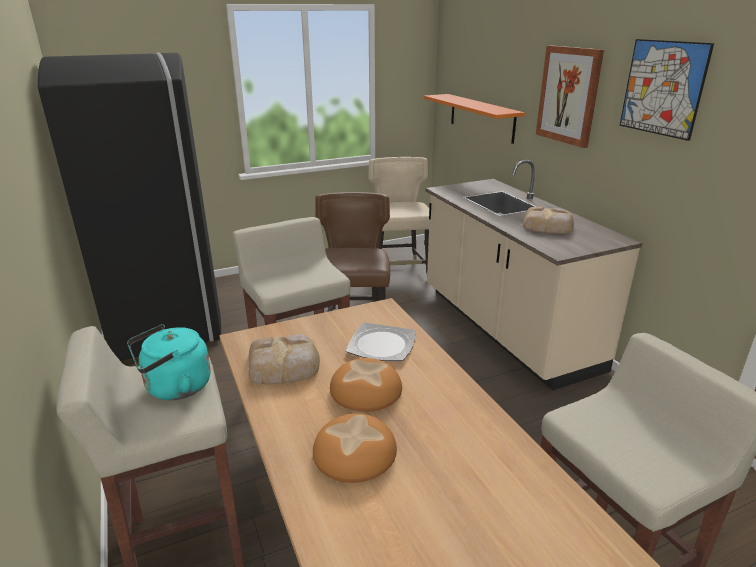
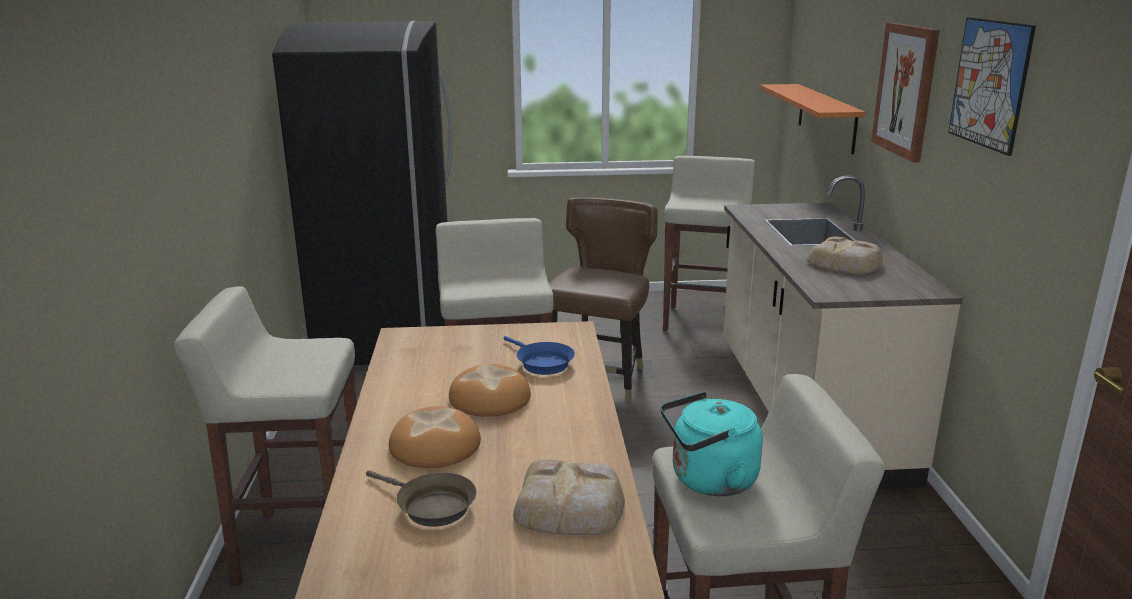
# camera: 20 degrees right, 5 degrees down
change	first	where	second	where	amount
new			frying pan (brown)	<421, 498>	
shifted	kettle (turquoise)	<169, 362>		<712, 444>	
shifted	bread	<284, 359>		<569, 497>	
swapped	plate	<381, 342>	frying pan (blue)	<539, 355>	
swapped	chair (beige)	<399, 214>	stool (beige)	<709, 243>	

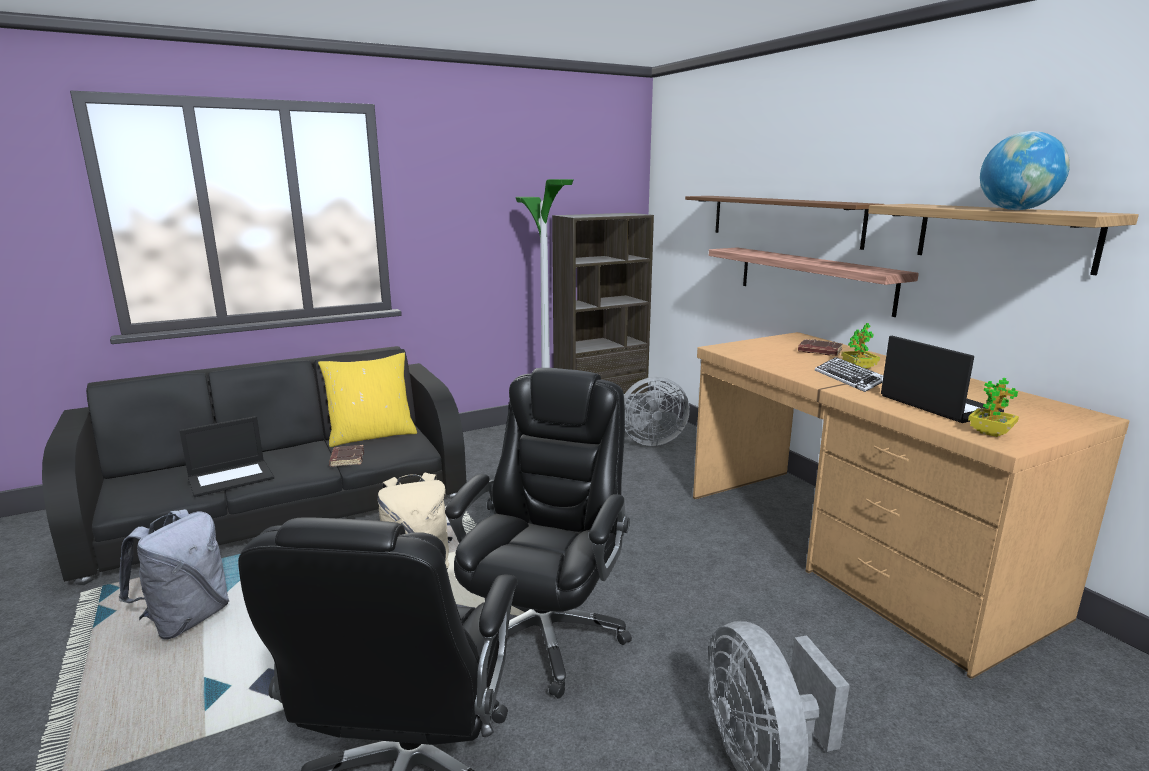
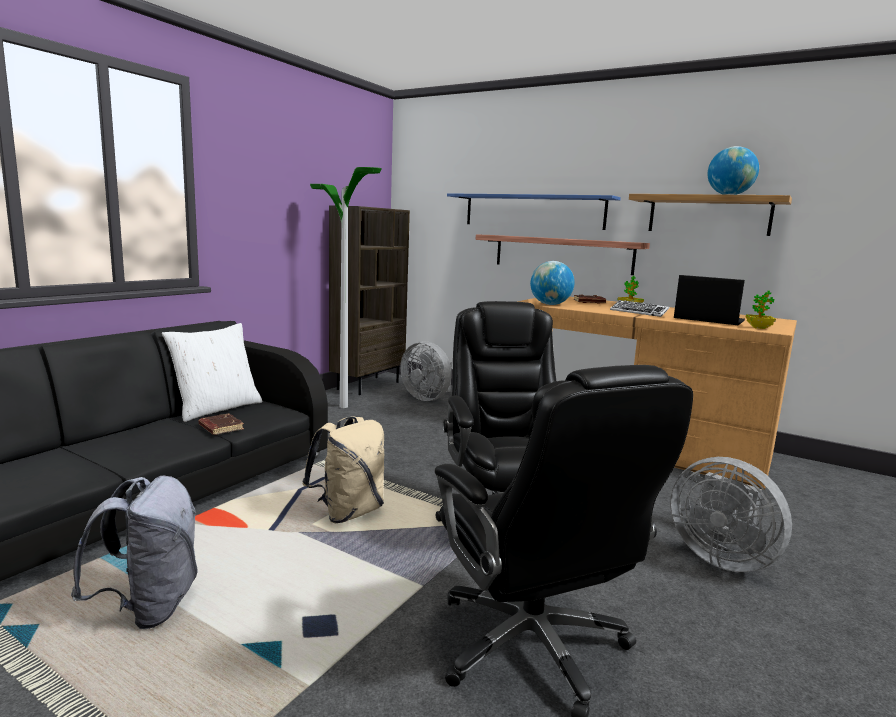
# camera: 30 degrees left, 5 degrees down
change	first	where	second	where	amount
gone	laptop	<226, 456>			
new			globe	<552, 283>	
repainted	pillow (yellow)	<367, 400>	pillow (white)	<212, 372>	
repainted	shelf (brown)	<785, 223>	shelf (blue)	<534, 211>	
rotated	fan (grey)	<657, 411>		<426, 371>	75 degrees clockwise

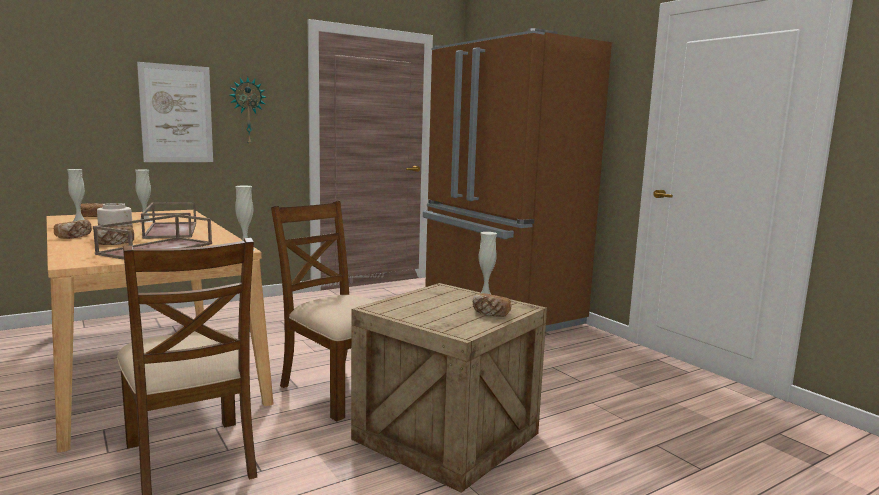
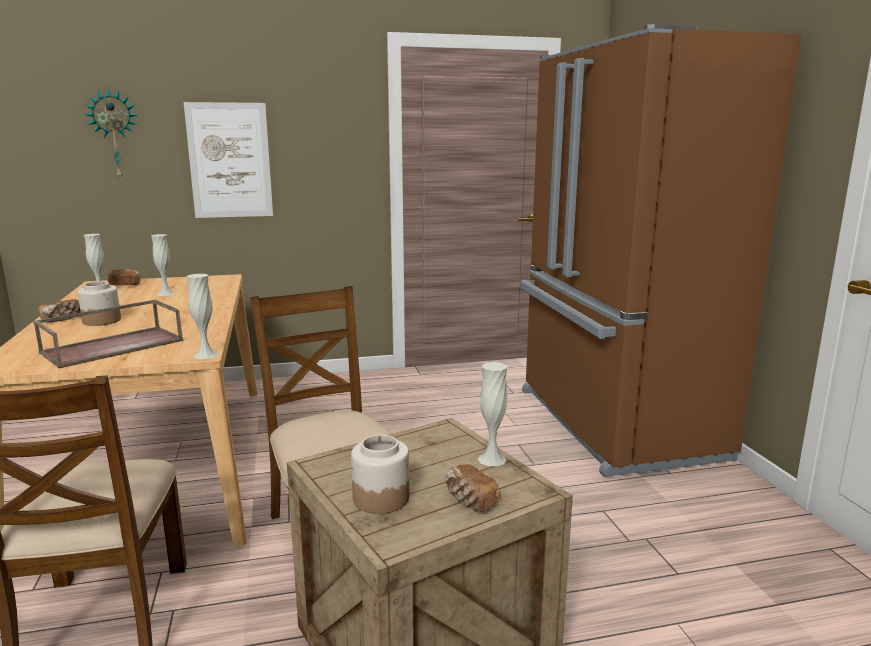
# camera: 20 degrees right, 5 degrees up
change	first	where	second	where	amount
gone	bread	<115, 236>			
gone	tray (brown)	<168, 220>			
new			jar	<380, 474>	
shifted	wall clock	<248, 111>		<111, 134>	

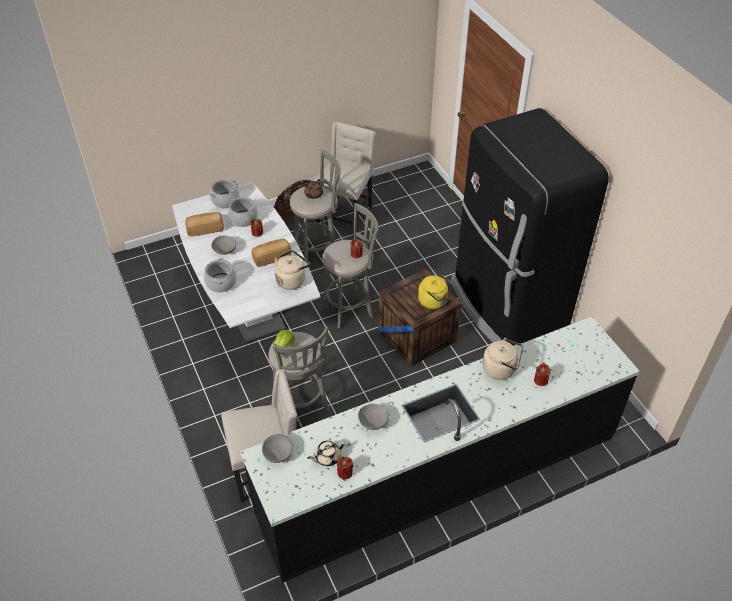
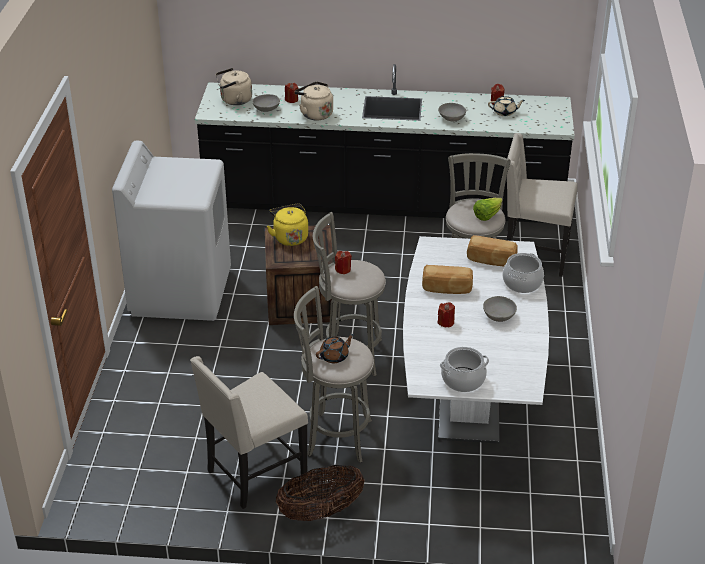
# camera: 150 degrees left, 10 degrees down
change	first	where	second	where	amount
gone	cooking pot	<243, 212>			
shifted	bread	<204, 224>		<492, 250>	
shifted	bowl (grey)	<277, 448>		<266, 103>	
shifted	kettle (beige)	<292, 270>		<234, 86>	
swapped	fridge (black)	<530, 227>	washing machine (white)	<171, 231>	

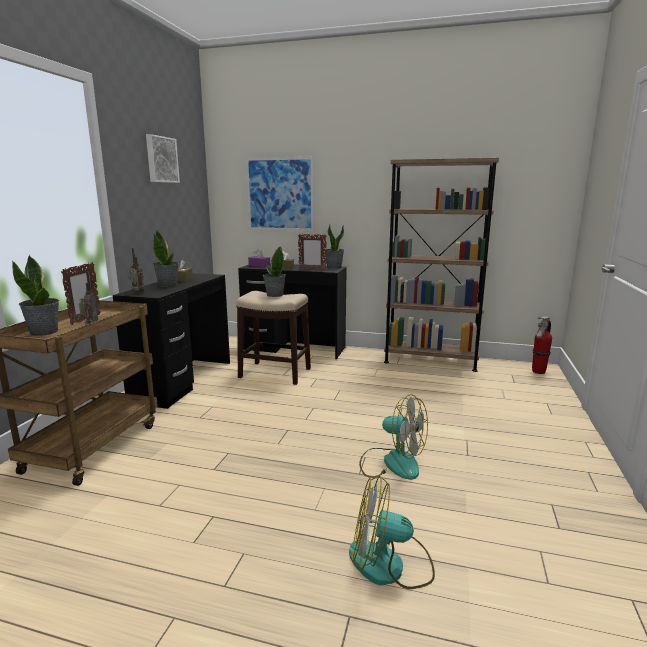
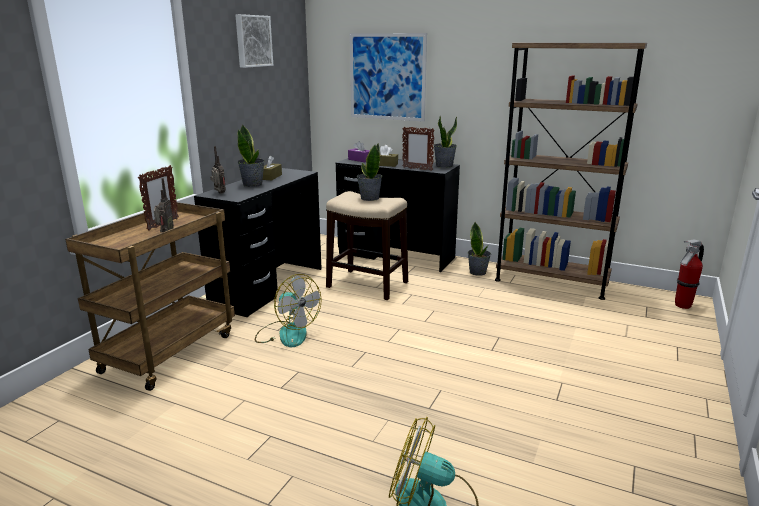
# camera: 10 degrees right, 5 degrees up
change	first	where	second	where	amount
shifted	potted plant	<35, 295>		<479, 249>	
shifted	fan	<393, 437>		<288, 310>	

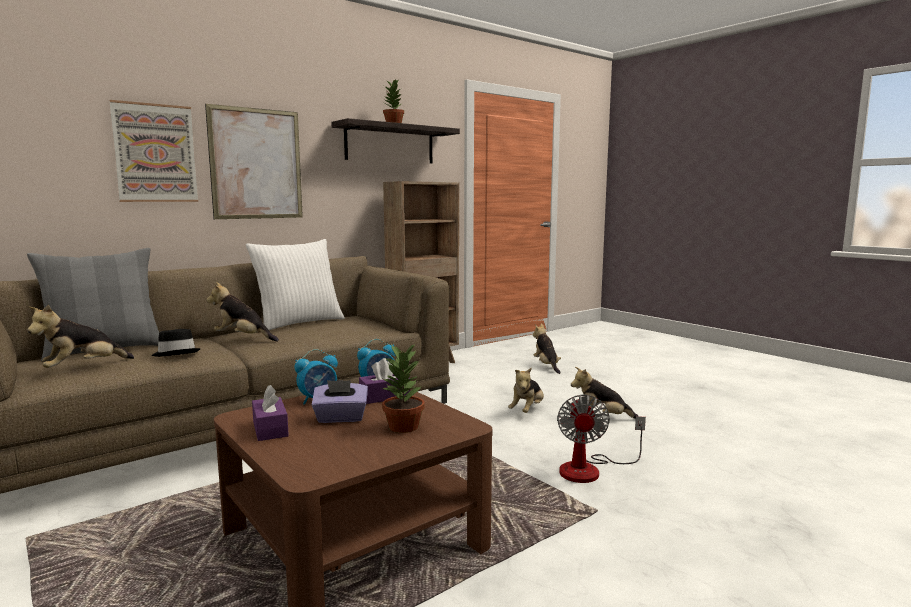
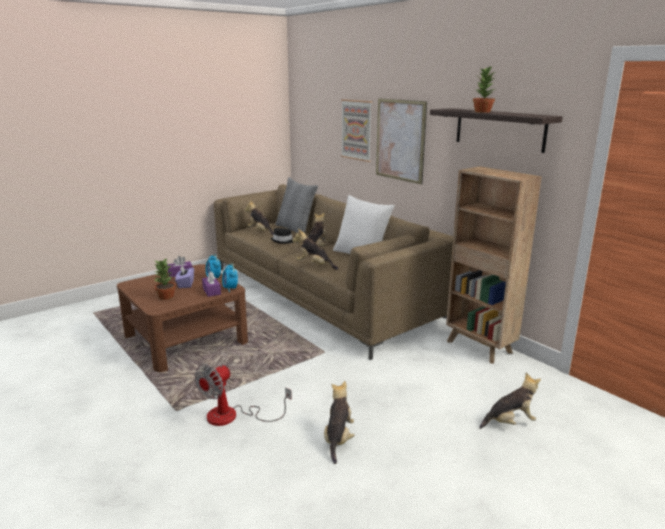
# camera: 90 degrees right, 10 degrees up
change	first	where	second	where	amount
shifted	plush toy	<526, 390>		<315, 249>	
rotated	fan	<601, 438>		<243, 395>	60 degrees counterclockwise

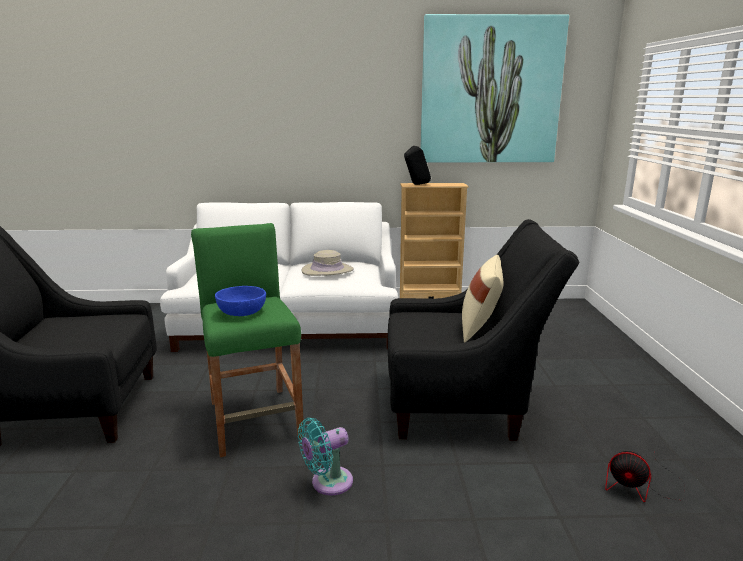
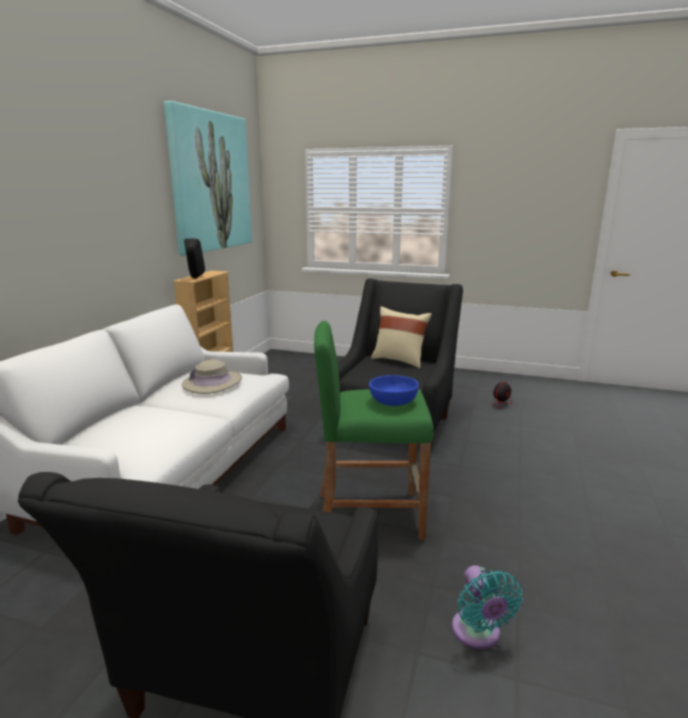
# camera: 70 degrees left, 0 degrees up
change	first	where	second	where	amount
shifted	fan (turquoise)	<325, 456>		<487, 607>	

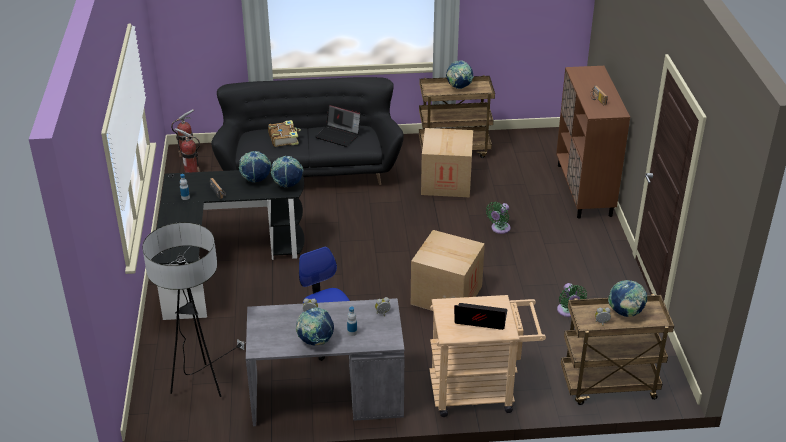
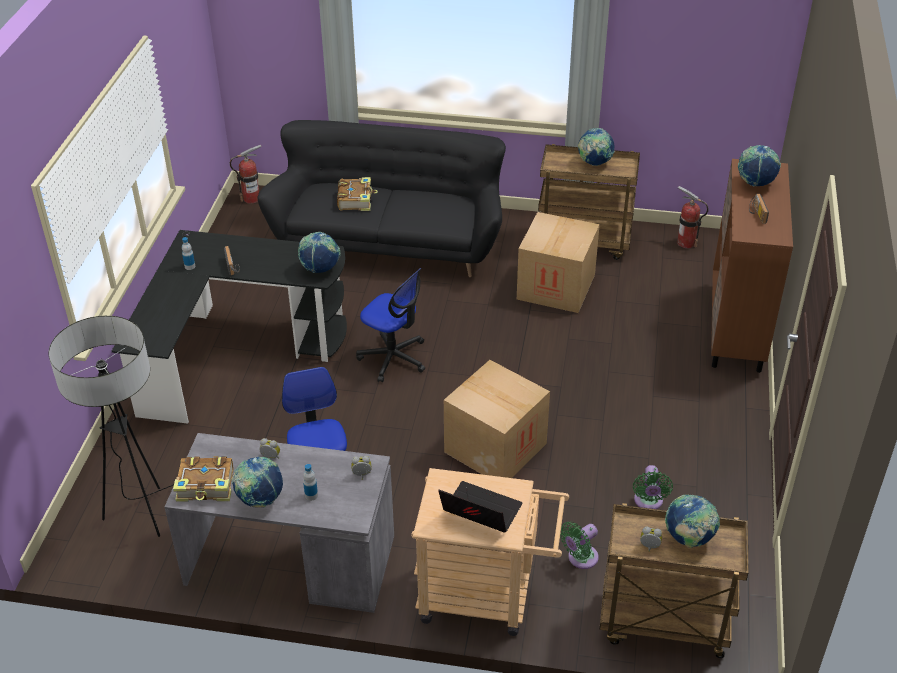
# camera: 15 degrees right, 5 degrees up
change	first	where	second	where	amount
gone	laptop	<338, 125>			
new			book	<203, 479>	
new			office chair	<390, 325>	
shifted	fire extinguisher	<187, 150>		<693, 217>	
shifted	globe	<255, 167>		<759, 165>	
shifted	fan (green)	<498, 218>		<579, 545>	

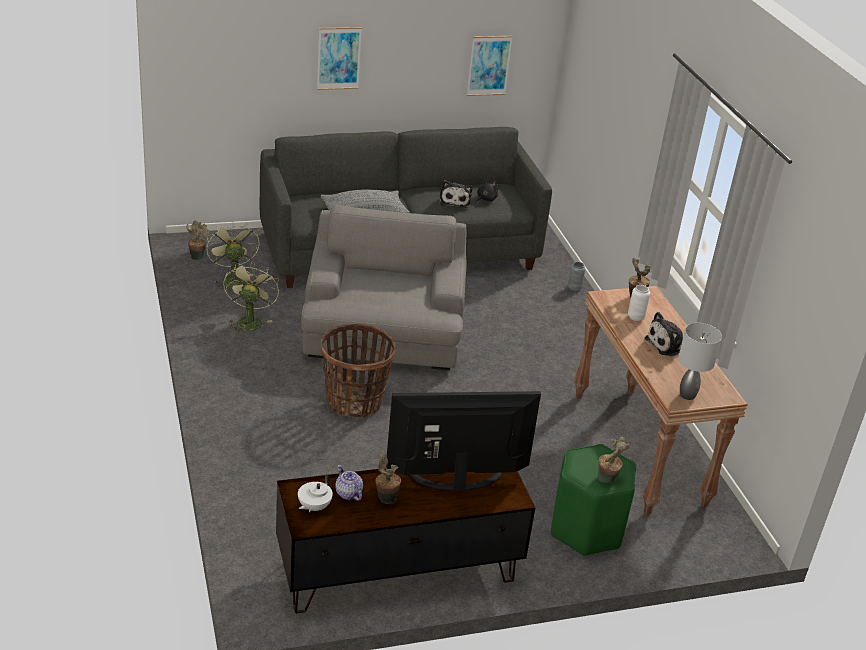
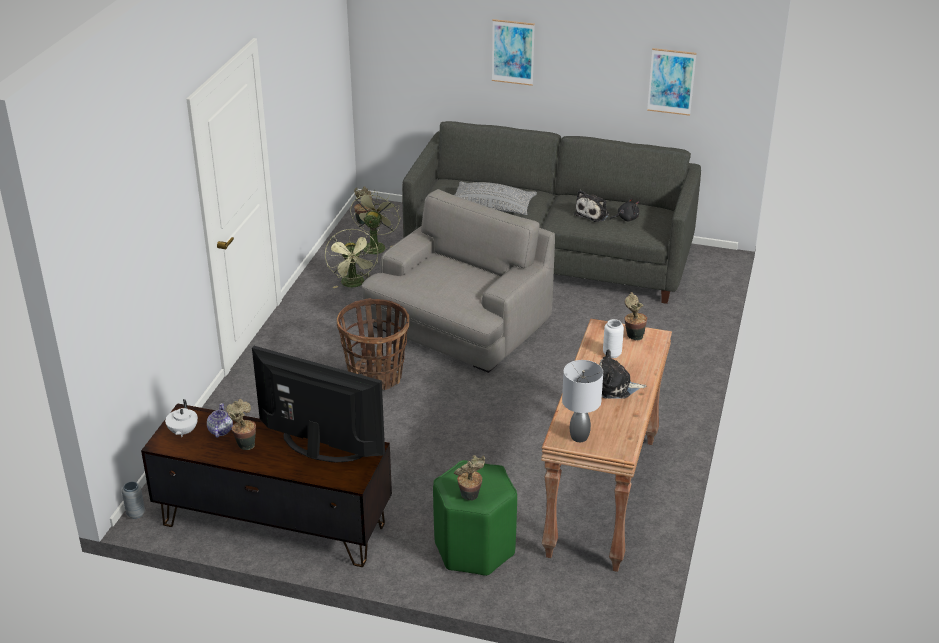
# camera: 35 degrees right, 0 degrees up
change	first	where	second	where	amount
shifted	vase (grey)	<576, 276>		<133, 500>	
rotated	fan (green)	<251, 298>		<351, 258>	135 degrees clockwise
rotated	teapot (white)	<315, 493>		<181, 418>	60 degrees counterclockwise

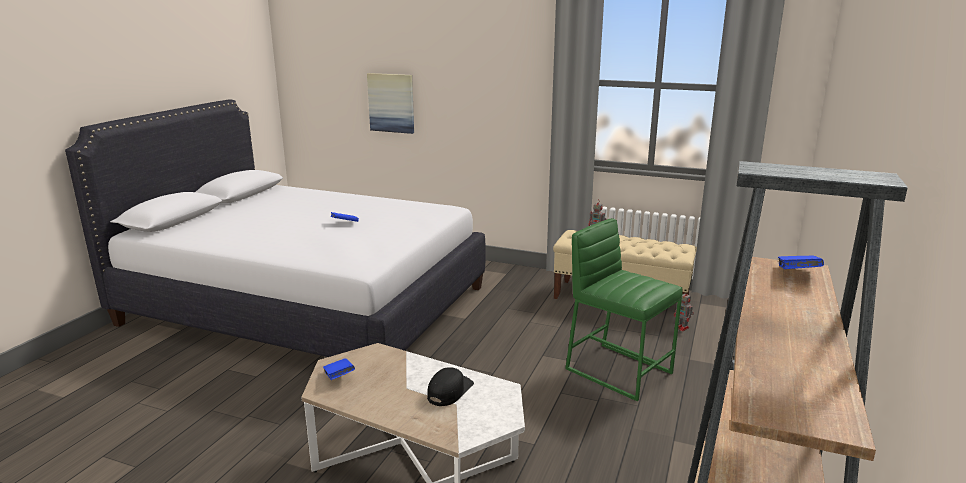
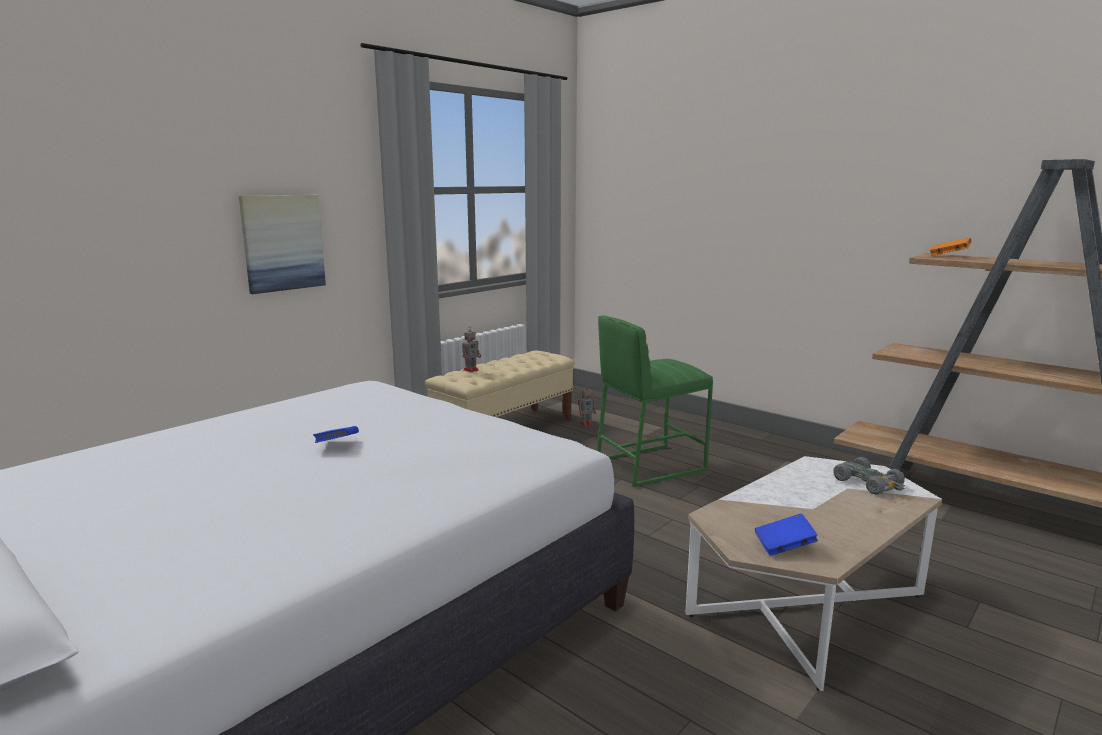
# camera: 70 degrees left, 5 degrees down
change	first	where	second	where	amount
gone	cap (black)	<450, 386>			
new			toy car (grey)	<869, 476>	
shifted	picture	<390, 103>		<282, 244>	
repainted	book (blue)	<801, 262>	book (orange)	<950, 246>	

